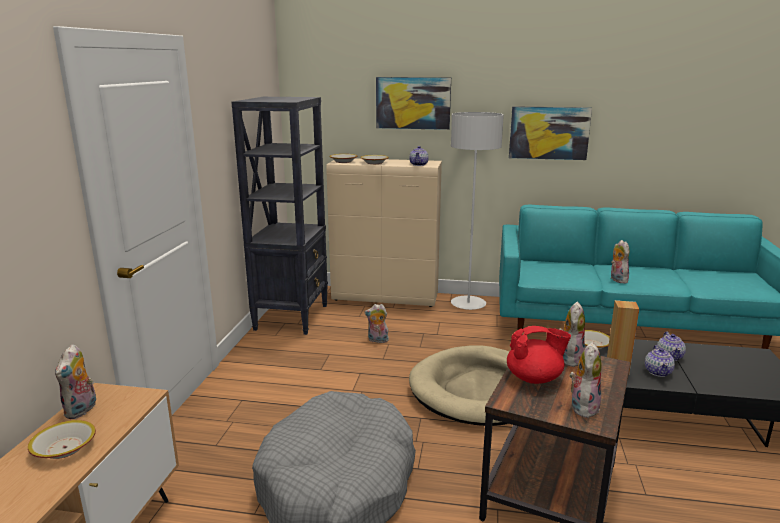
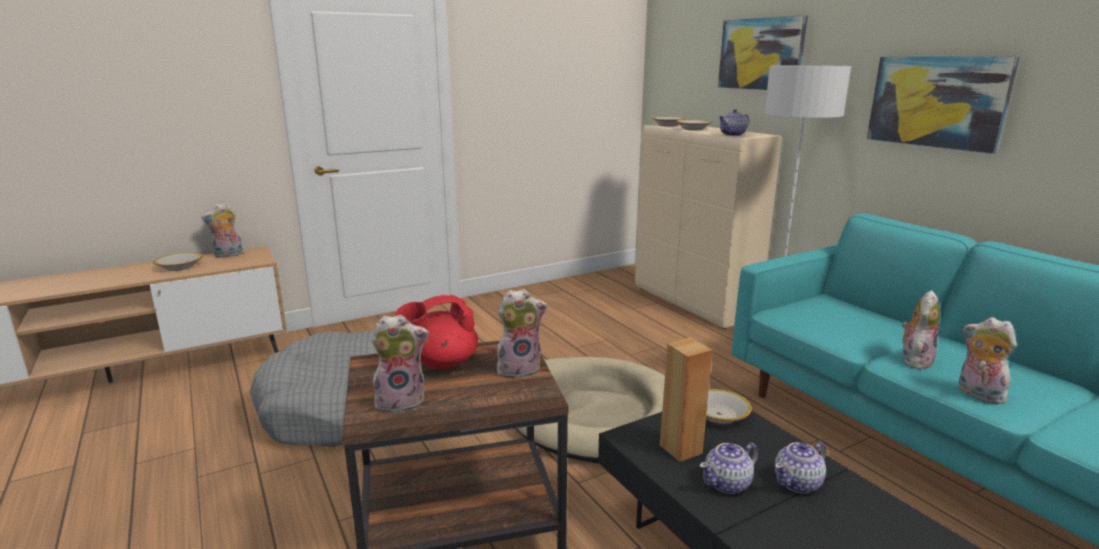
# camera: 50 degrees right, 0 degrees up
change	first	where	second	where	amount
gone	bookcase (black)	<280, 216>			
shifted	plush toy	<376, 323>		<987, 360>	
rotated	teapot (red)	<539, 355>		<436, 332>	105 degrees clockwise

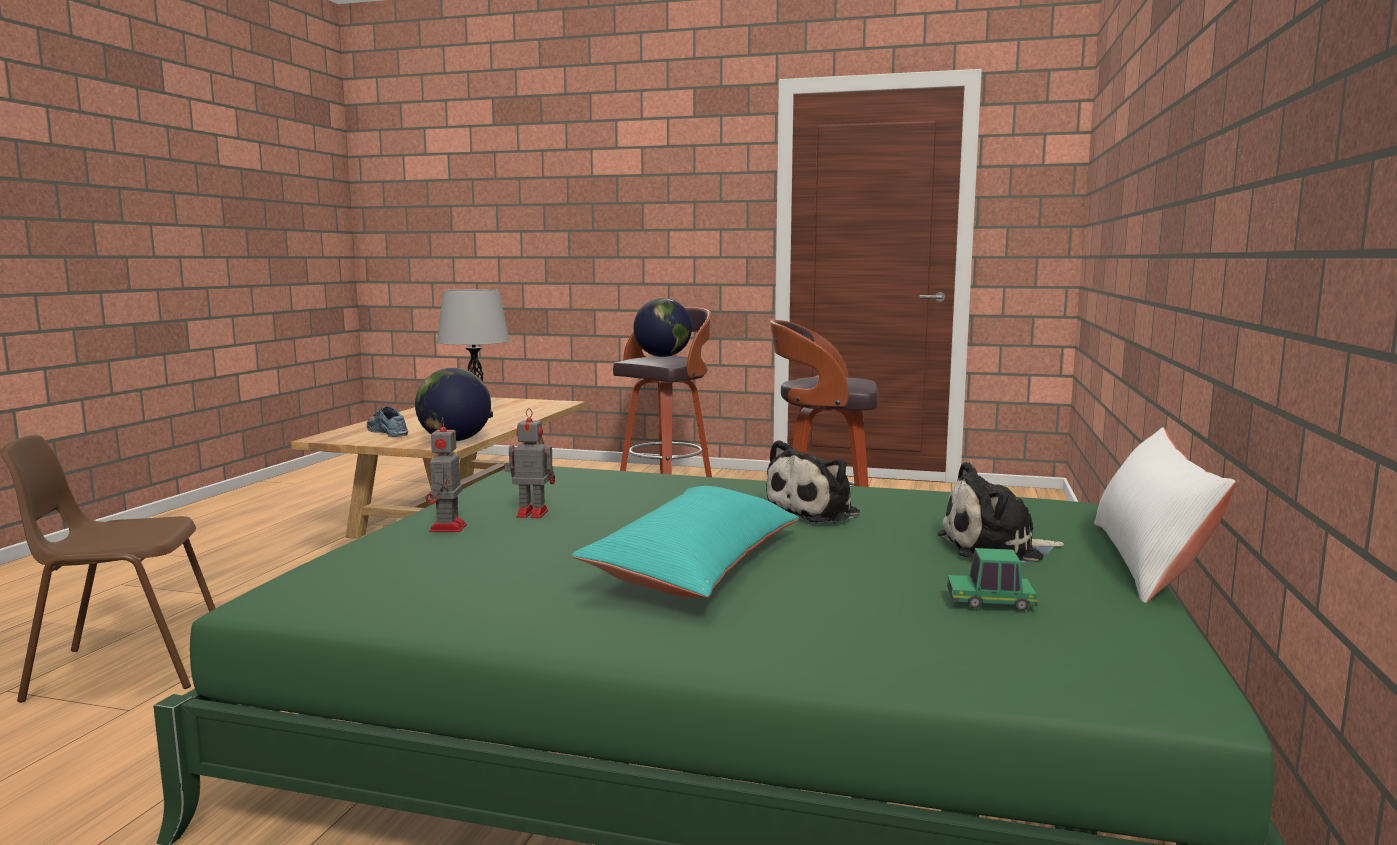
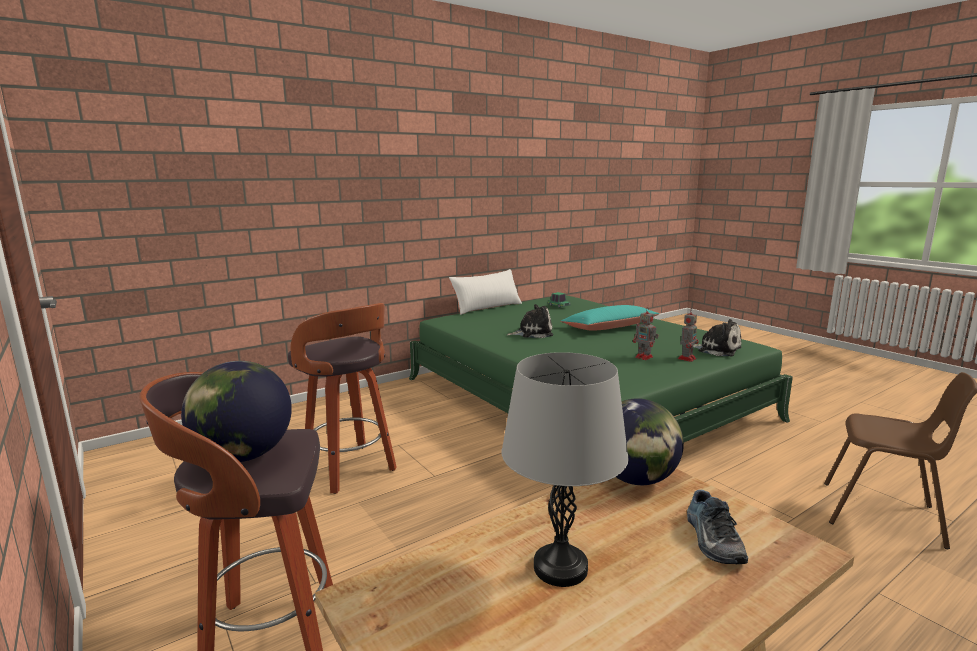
# camera: 140 degrees left, 5 degrees up
change	first	where	second	where	amount
shifted	plush toy	<1001, 512>		<717, 337>	

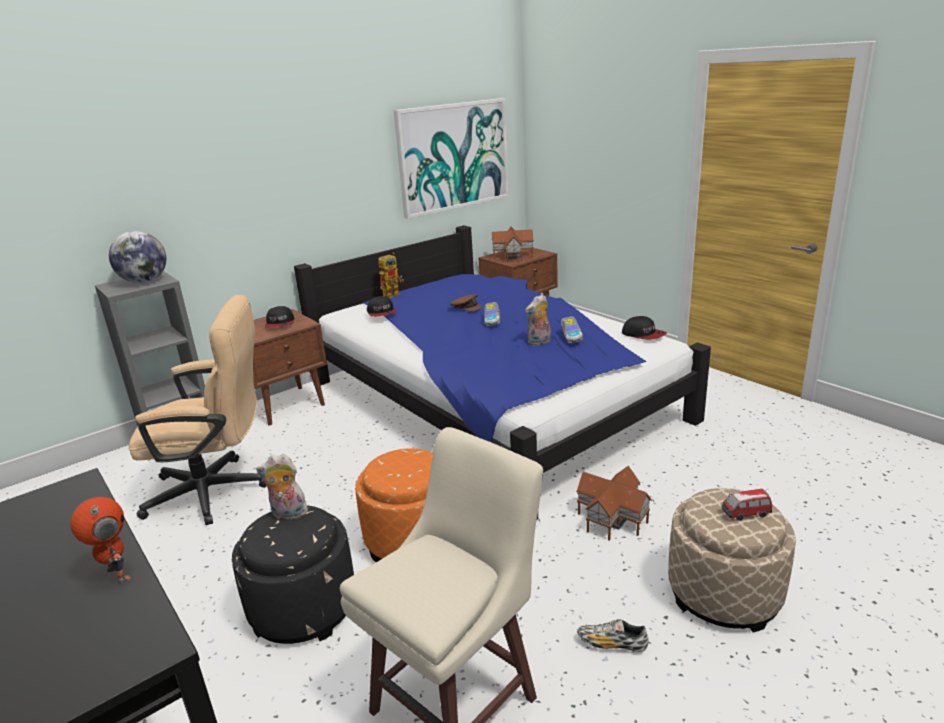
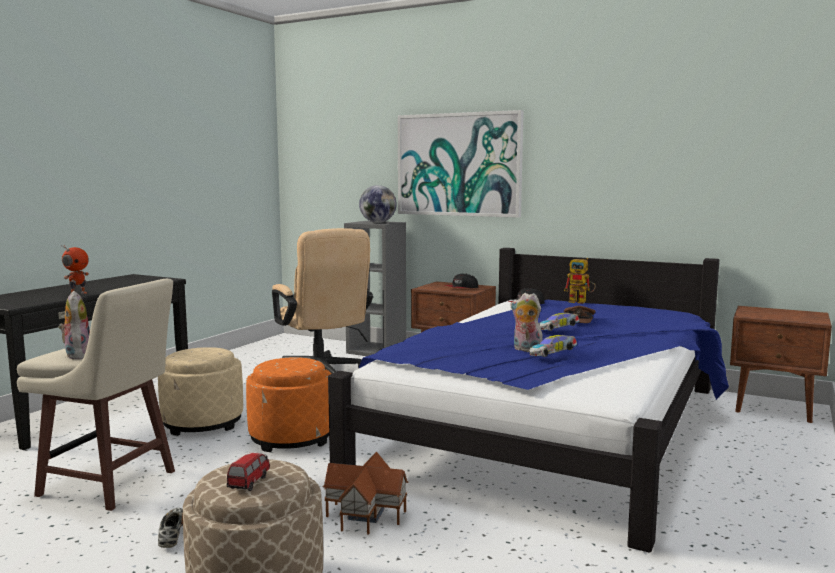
# camera: 65 degrees right, 15 degrees down
change	first	where	second	where	amount
gone	toy house	<513, 244>			
gone	cap	<644, 328>			
shifted	plush toy	<282, 486>		<74, 325>	
shifted	picture	<451, 158>		<461, 164>	
repainted	ottoman (black)	<293, 575>	ottoman (beige)	<200, 391>	
rotated	toy car	<746, 505>		<248, 471>	45 degrees clockwise

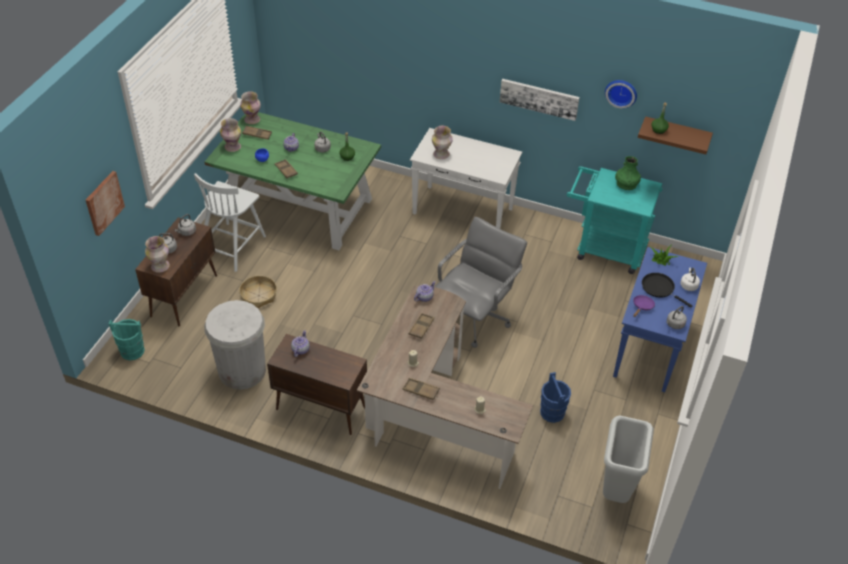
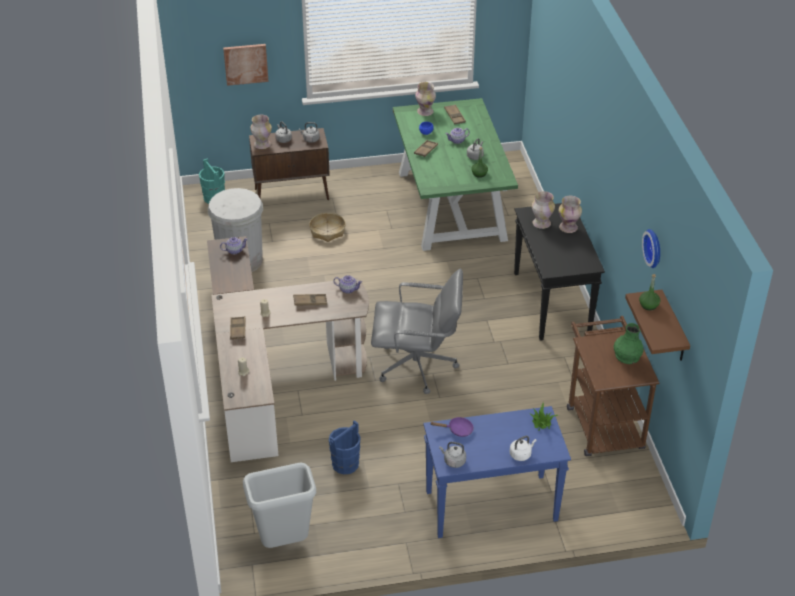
# camera: 60 degrees right, 5 degrees down
change	first	where	second	where	amount
gone	chair (white)	<230, 222>			
gone	picture	<540, 100>			
gone	frying pan (black)	<667, 290>			
shifted	vase	<250, 107>		<570, 214>	
repainted	console table (white)	<466, 178>	console table (black)	<559, 272>	
repainted	cart (turquoise)	<615, 220>	cart (brown)	<613, 386>	

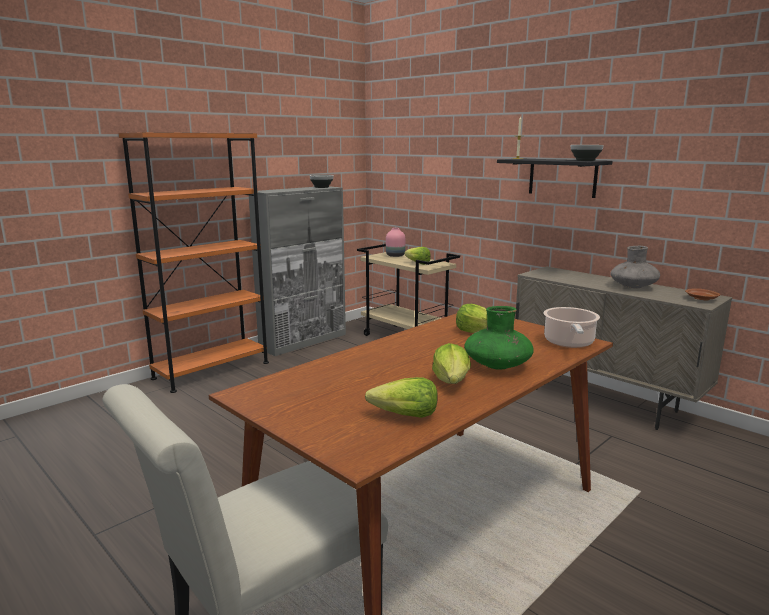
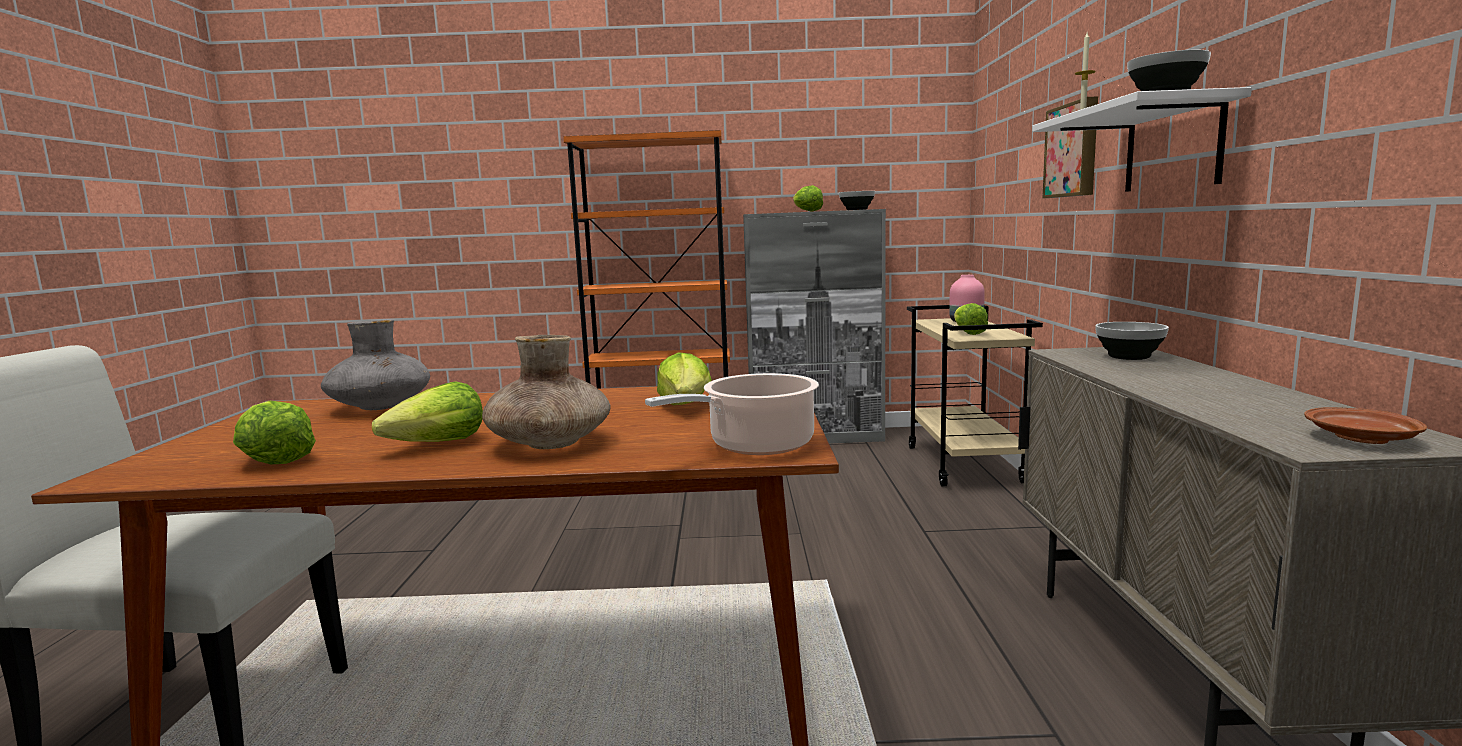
# camera: 45 degrees right, 5 degrees down
change	first	where	second	where	amount
new			lettuce	<808, 198>	
new			picture	<1070, 147>	
new			bowl	<1132, 341>	
shifted	vase (grey)	<635, 267>		<375, 364>	
repainted	vase (green)	<499, 338>	vase (brown)	<546, 392>	
repainted	shelf (black)	<555, 178>	shelf (white)	<1142, 139>	

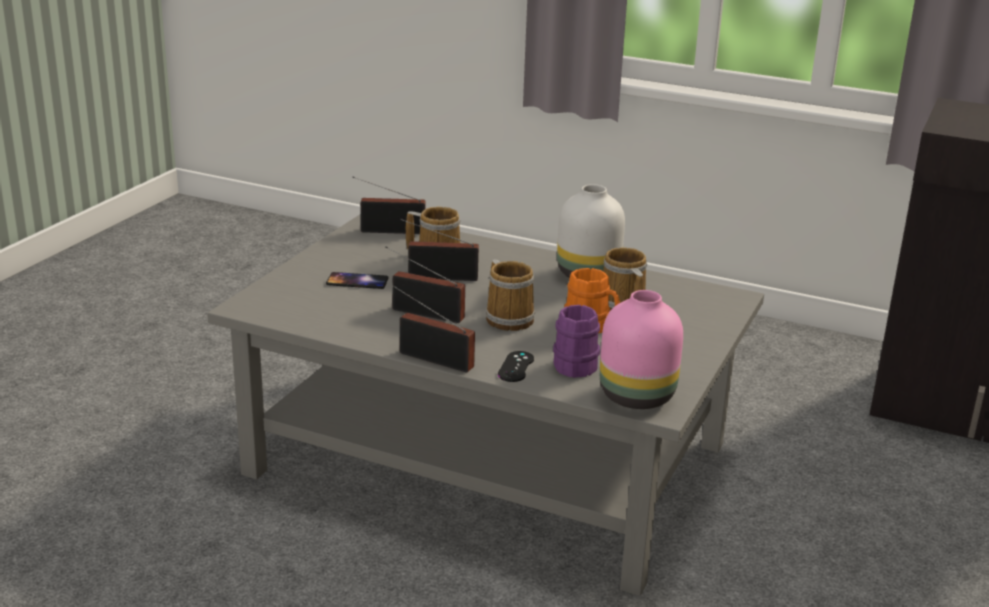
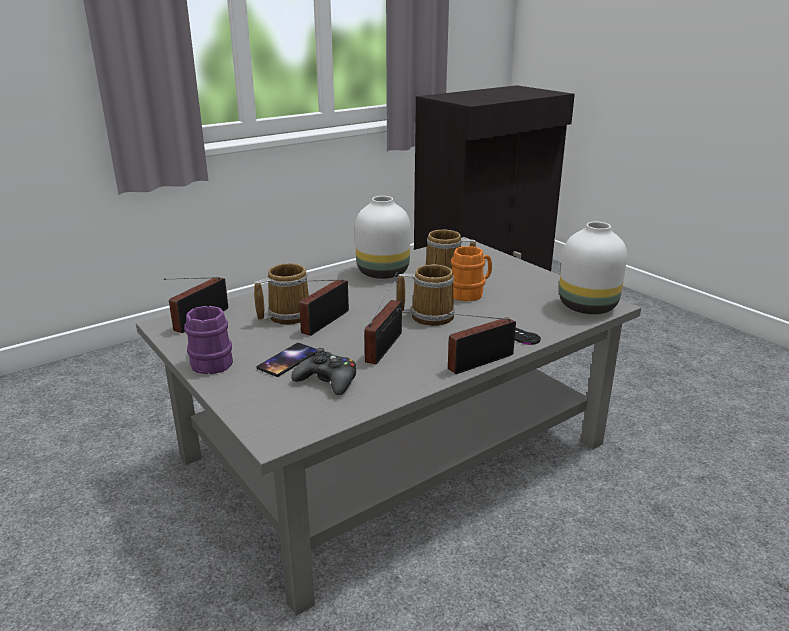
# camera: 60 degrees left, 0 degrees up
change	first	where	second	where	amount
new			game controller (black)	<323, 371>	
shifted	mug (purple)	<576, 341>		<208, 340>	
repainted	vase (pink)	<641, 349>	vase (white)	<593, 268>	
rotated	radio	<425, 284>		<383, 318>	150 degrees clockwise

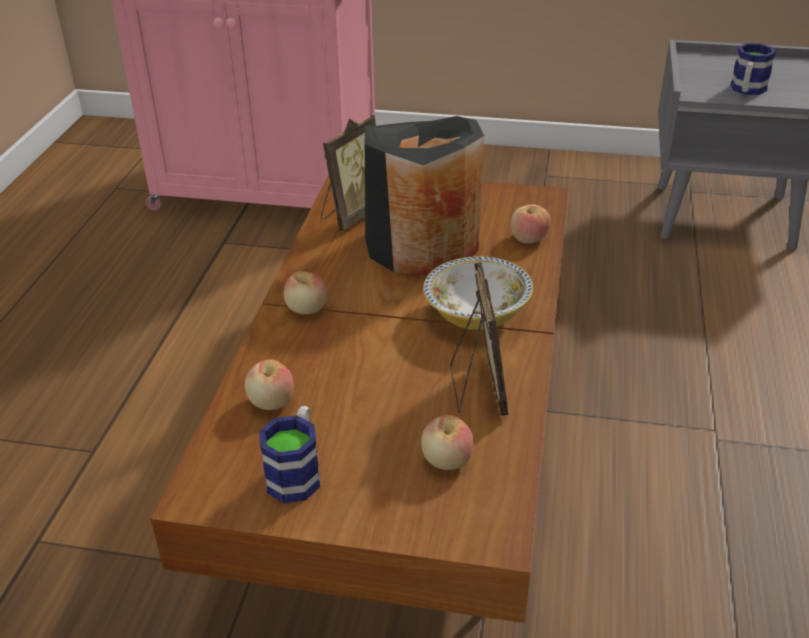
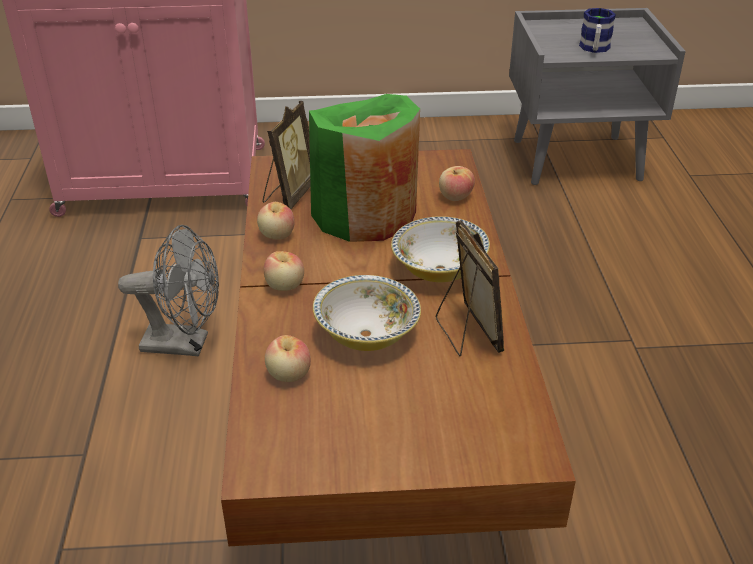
# camera: 15 degrees left, 0 degrees up
change	first	where	second	where	amount
gone	mug	<289, 454>			
new			fan (grey)	<168, 291>	
new			bowl	<367, 313>	
shifted	apple	<447, 442>		<276, 221>	
repainted	vase (black)	<424, 196>	vase (green)	<364, 168>	

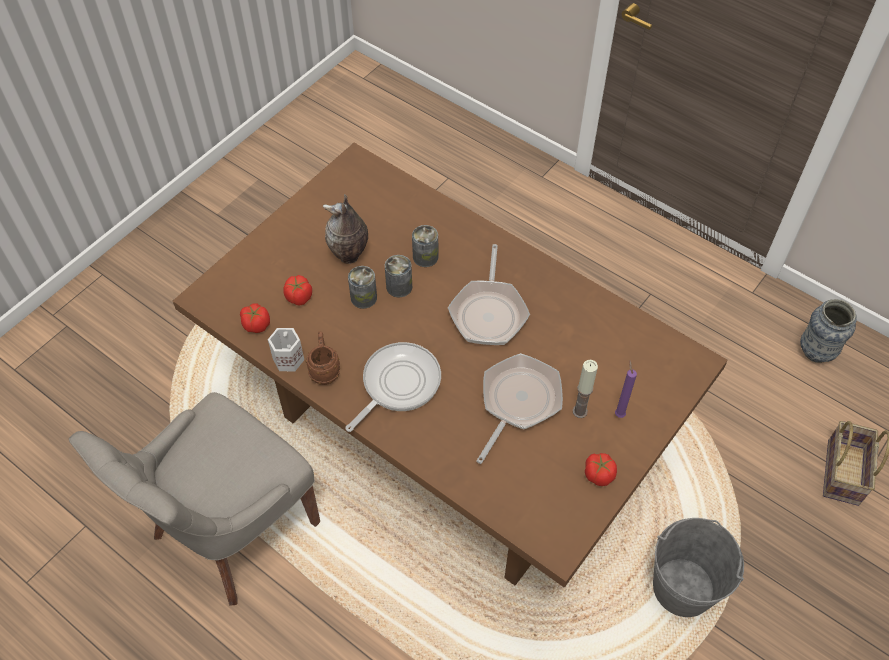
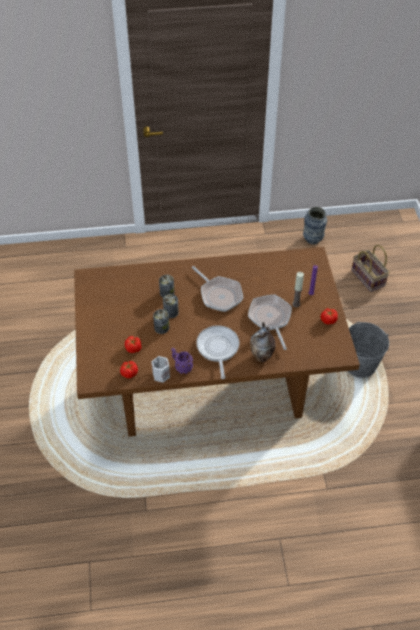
# camera: 45 degrees left, 5 degrees down
change	first	where	second	where	amount
gone	chair (grey)	<194, 499>			
shifted	vase	<345, 229>		<263, 342>	
repainted	mug (brown)	<323, 358>	mug (purple)	<182, 361>	

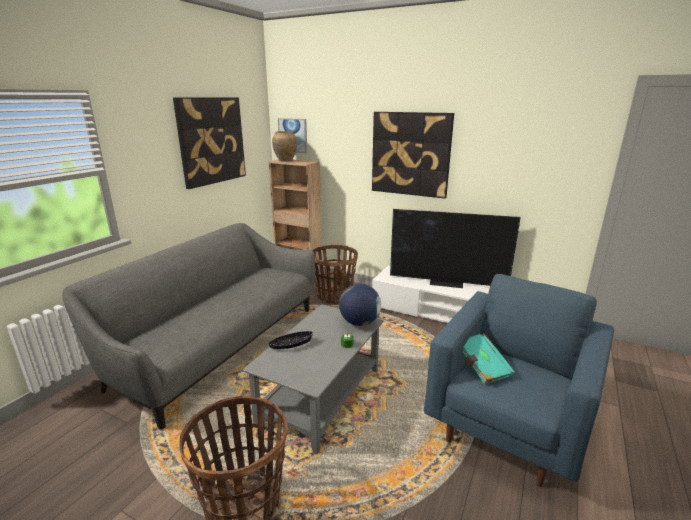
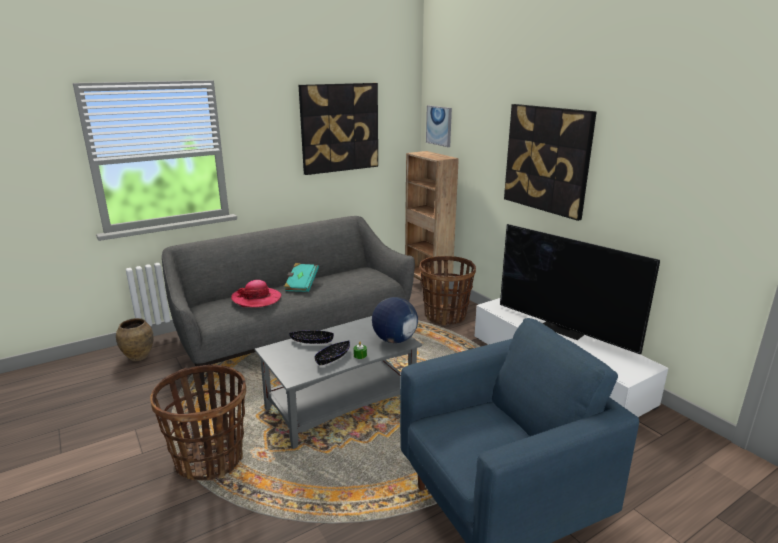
# camera: 30 degrees right, 0 degrees up
change	first	where	second	where	amount
new			hat	<256, 293>	
new			bowl (black)	<332, 352>	
shifted	vase (brown)	<284, 146>		<134, 339>	
shifted	book (turquoise)	<489, 359>		<301, 277>	

